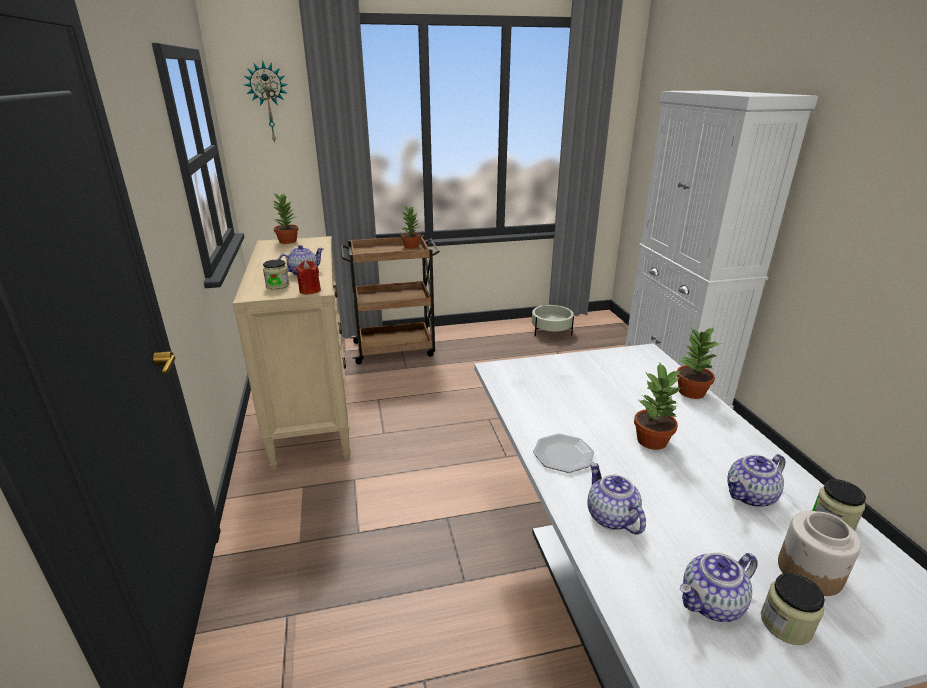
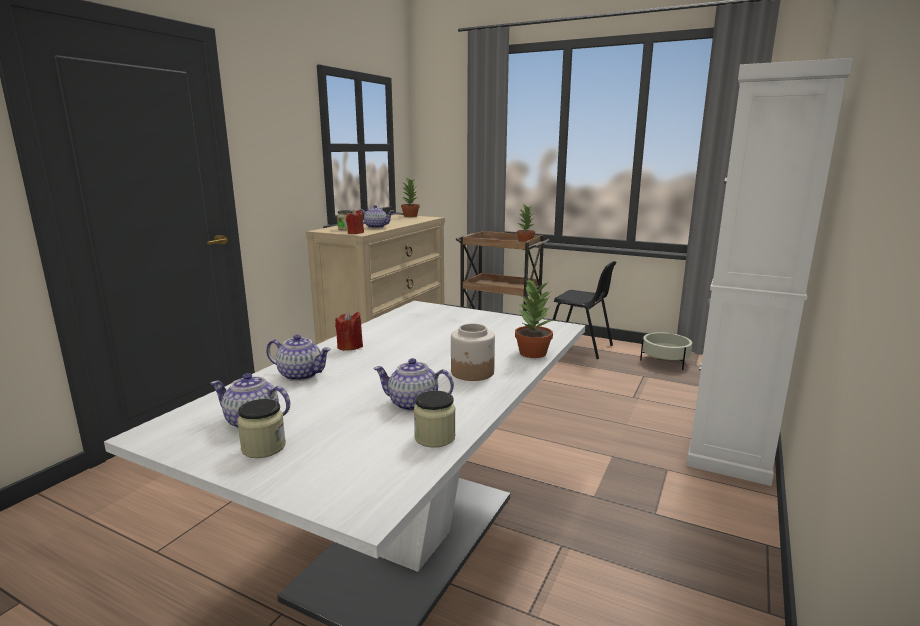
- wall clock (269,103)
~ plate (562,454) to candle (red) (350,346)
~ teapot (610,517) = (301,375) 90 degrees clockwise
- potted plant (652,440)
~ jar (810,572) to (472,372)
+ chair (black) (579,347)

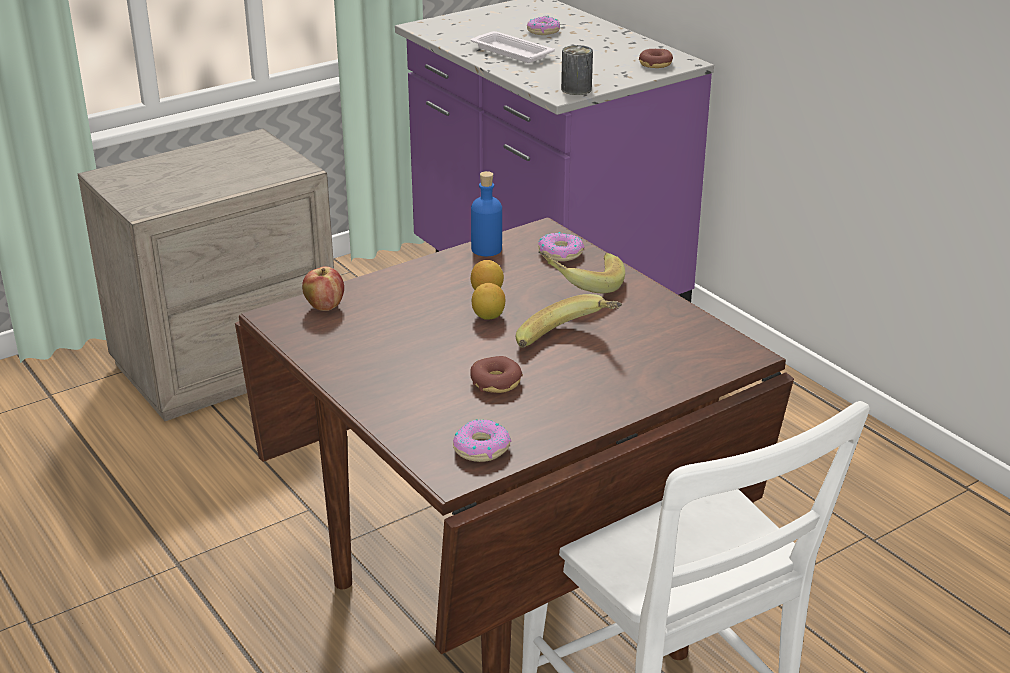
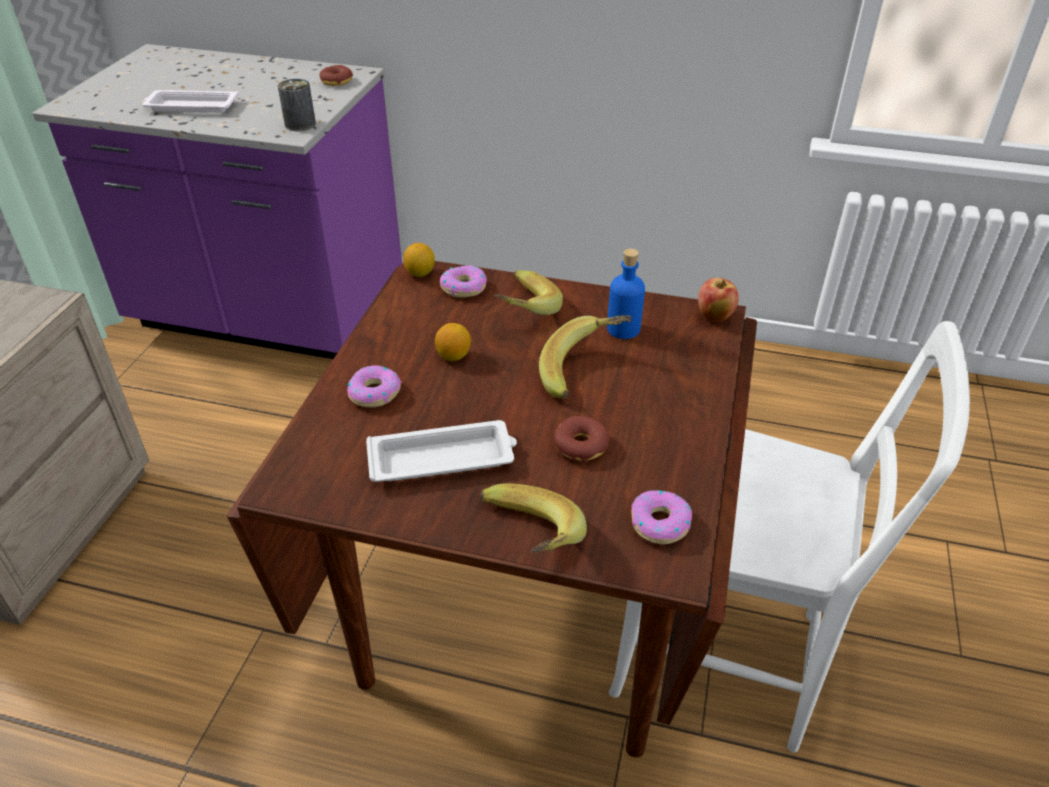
~ apple (324,306) to (714,316)
~ bottle (blue) (486,249) to (623,329)
~ lemon (488,316) to (420,273)
~ donut (543,31) to (374,393)
+ tray (white) (444,459)
+ banana (526,542)

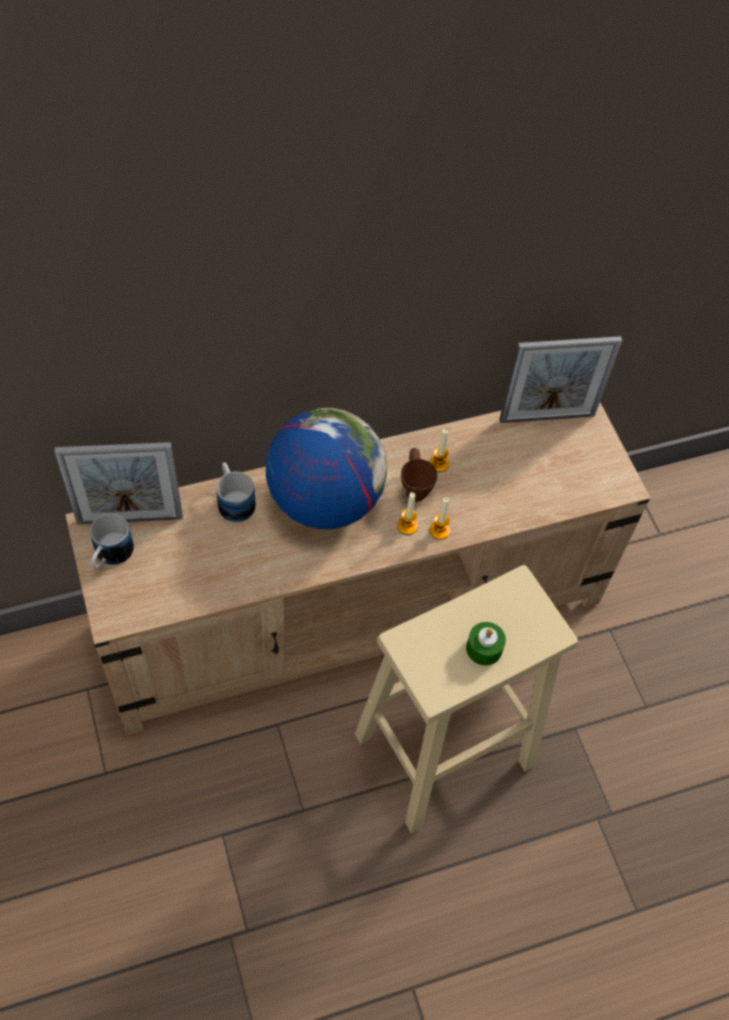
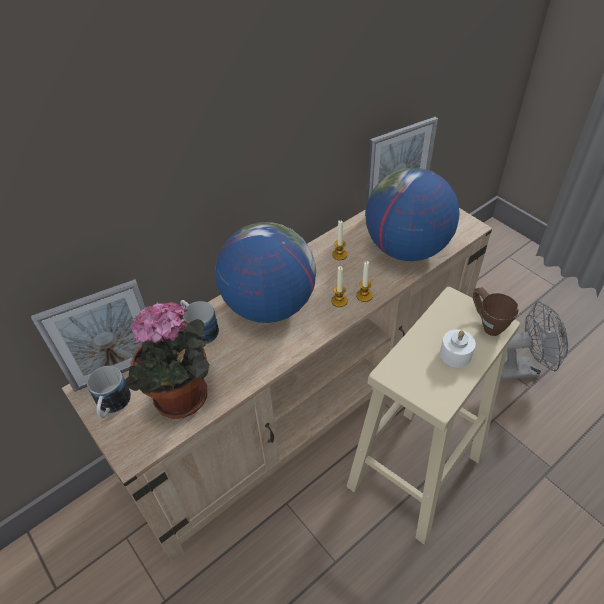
~ mug (brown) (414,486) to (486,323)
~ candle (green) (484,648) to candle (white) (455,354)
+ potted plant (182,401)
+ globe (406,249)
+ fan (grey) (523,368)

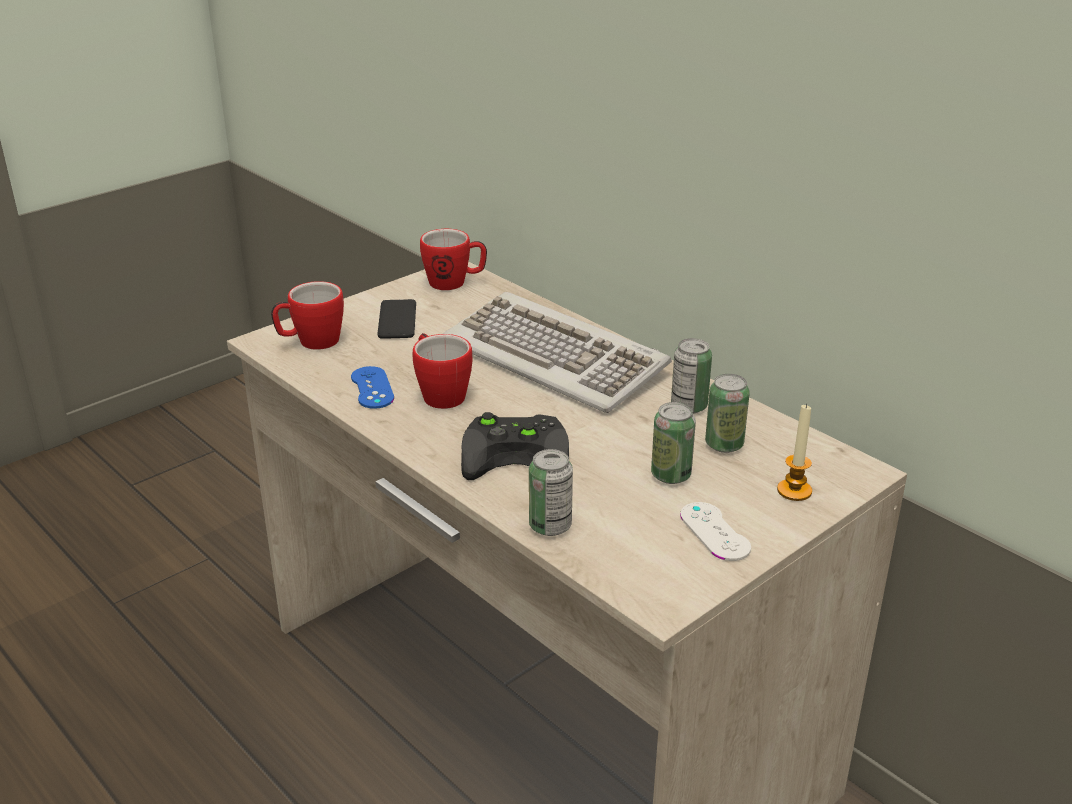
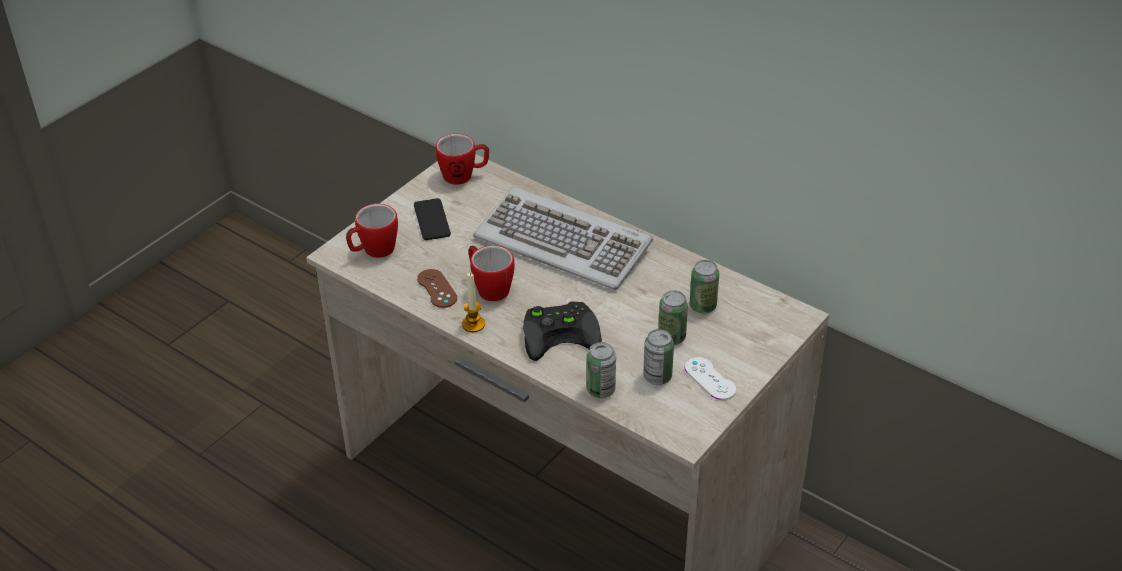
~ game controller (blue) (372,388) to game controller (brown) (437,288)
~ can (689,406) to (657,376)
~ candle (794,491) to (473,324)

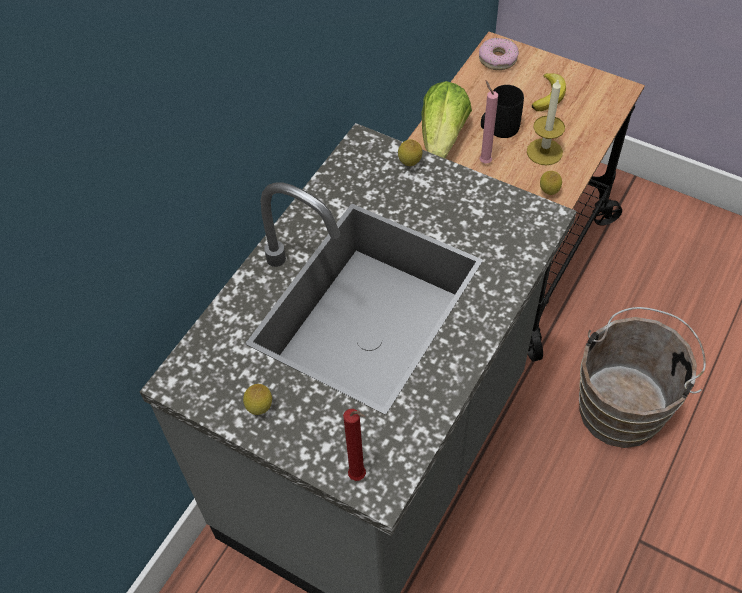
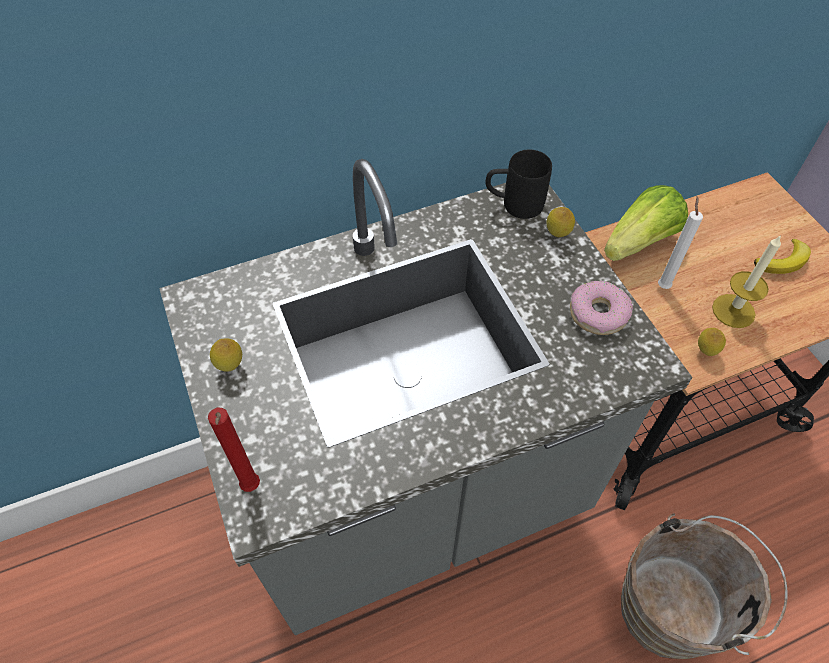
~ donut (497,59) to (598,313)
~ candle (pink) (484,161) to candle (white) (663,285)
~ mug (black) (497,130) to (513,204)

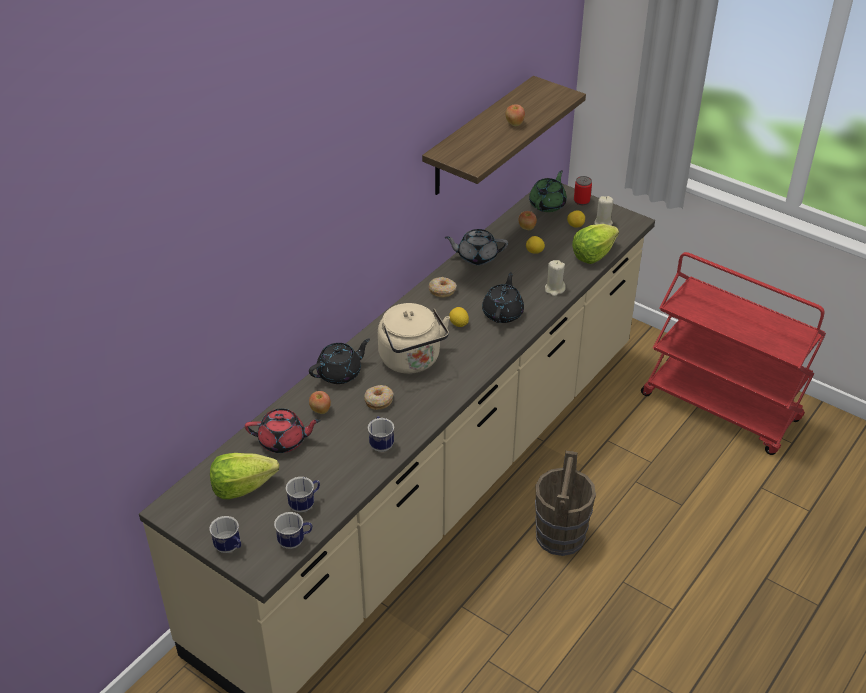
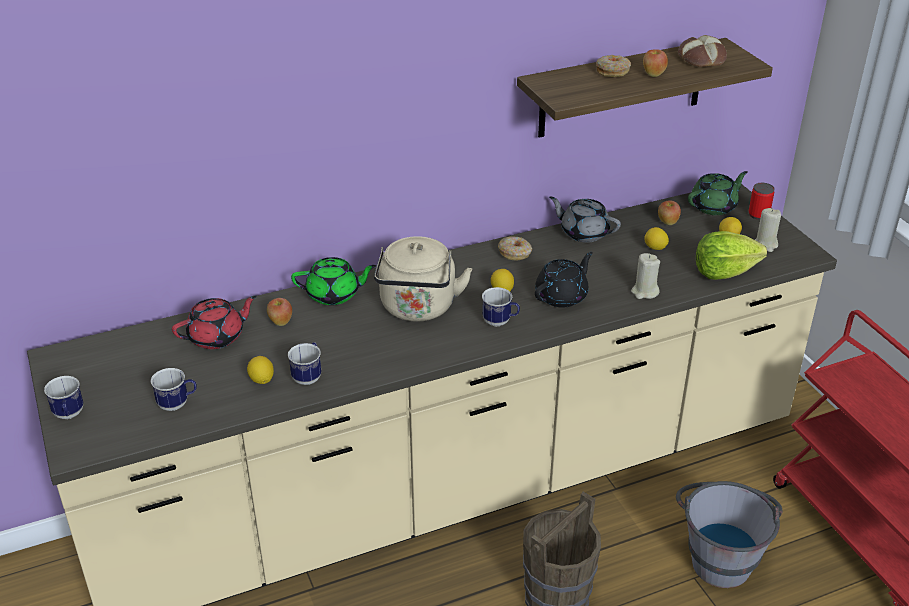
- lettuce (242,487)
~ teapot (red) (283,441) = (217,337) 60 degrees counterclockwise
~ mug (295,541) to (500,322)
~ teapot (black) (340,373) to teapot (green) (334,294)
~ donut (378,400) to (612,71)
+ lemon (261,380)
+ bucket (grey) (719,554)
+ bread (700,59)

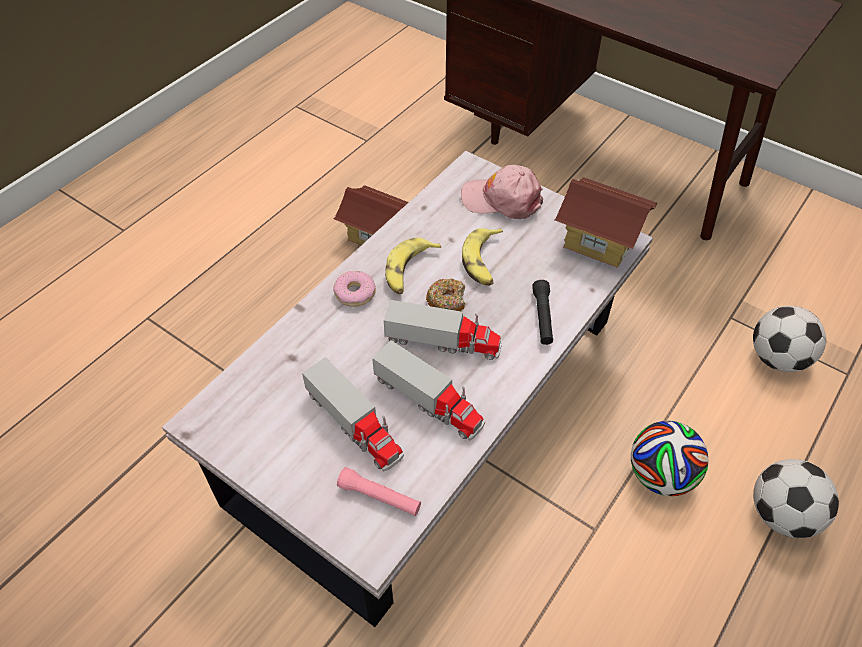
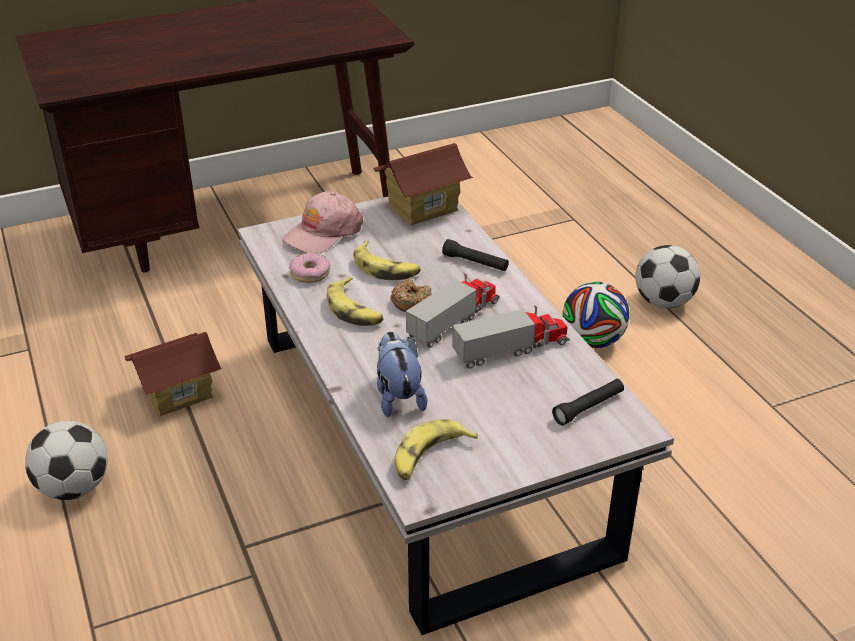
- toy truck (355,424)
~ donut (355,293) to (310,273)
~ flashlight (pink) (379,497) to flashlight (black) (588,408)
~ football (776,358) to (74,488)
+ plush toy (398,396)
+ banana (429,457)

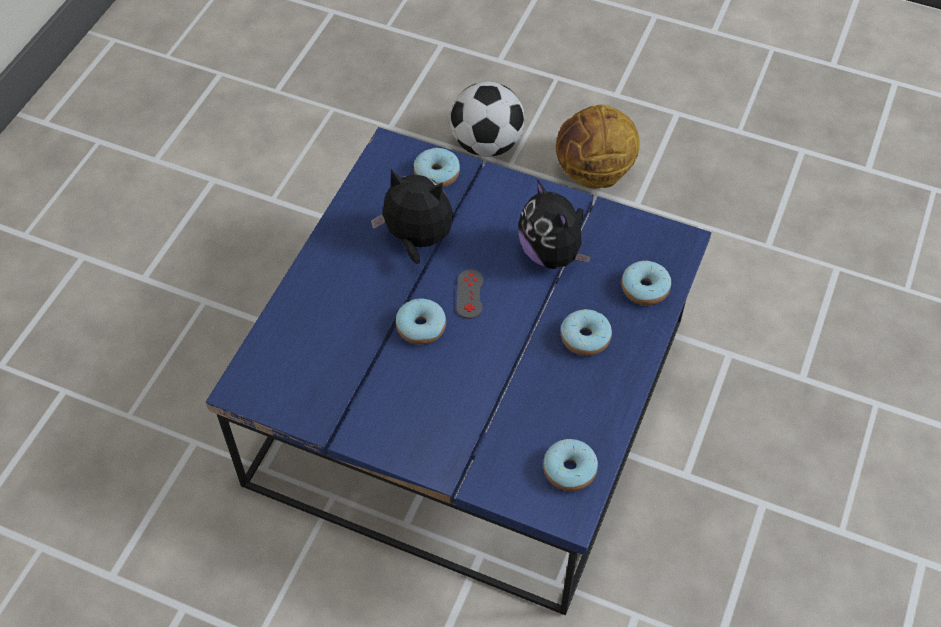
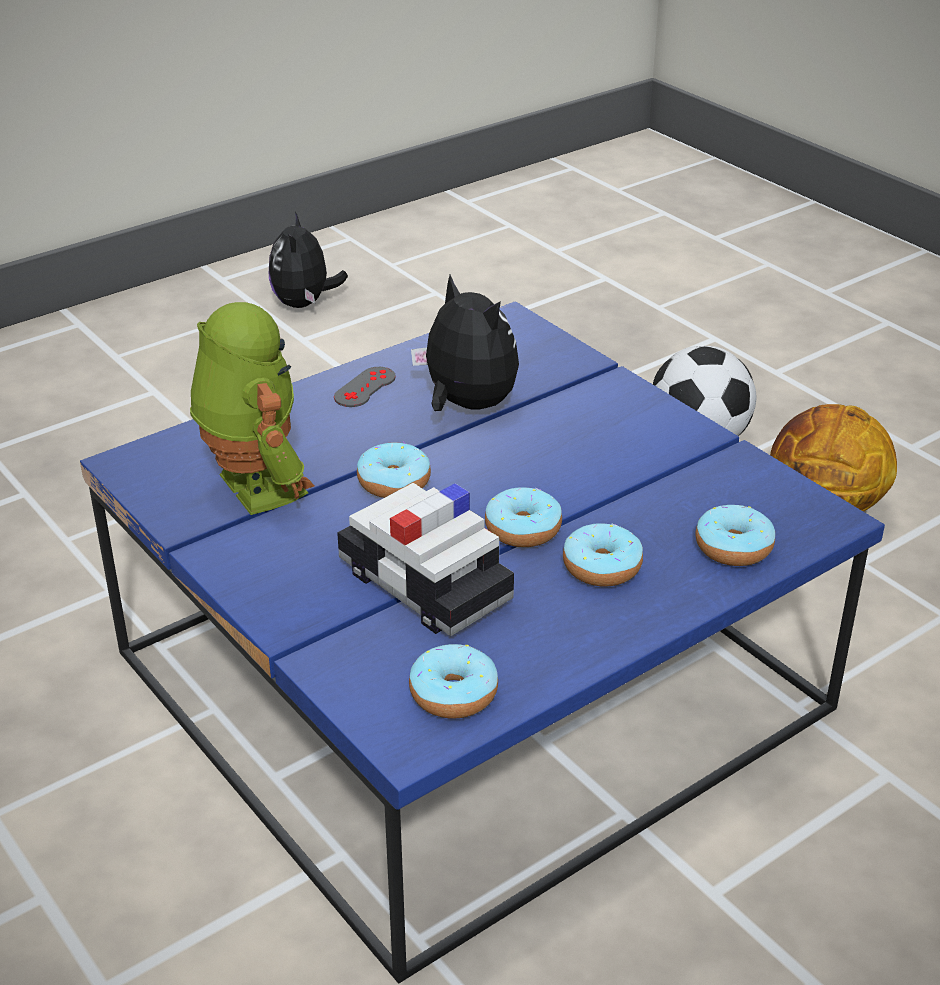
~ donut (437,174) to (523,529)
~ game controller (grey) (470,294) to (365,387)
~ plush toy (552,253) to (304,304)
+ toy robot (253,487)
+ toy car (424,584)

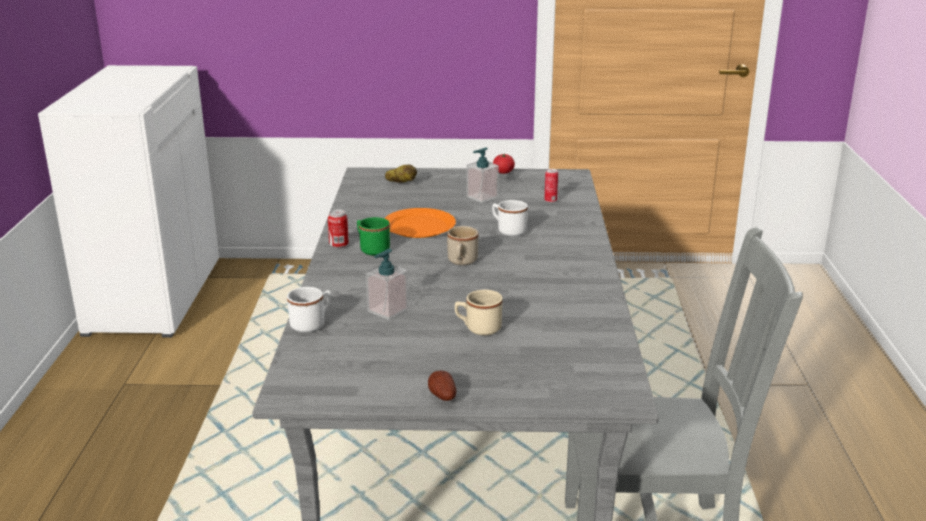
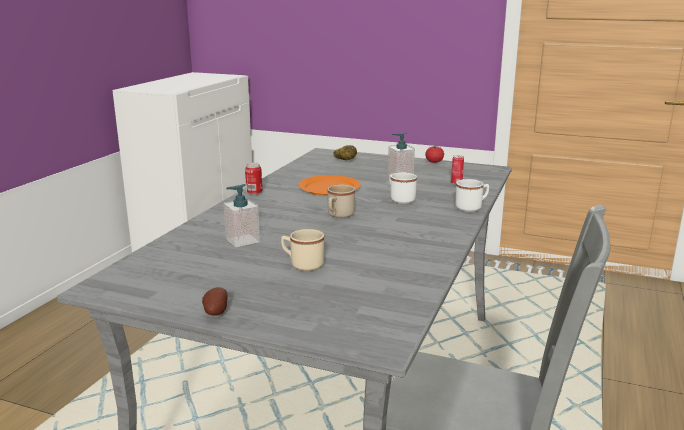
~ mug (white) (312,324) to (472,207)
- mug (green) (372,249)

